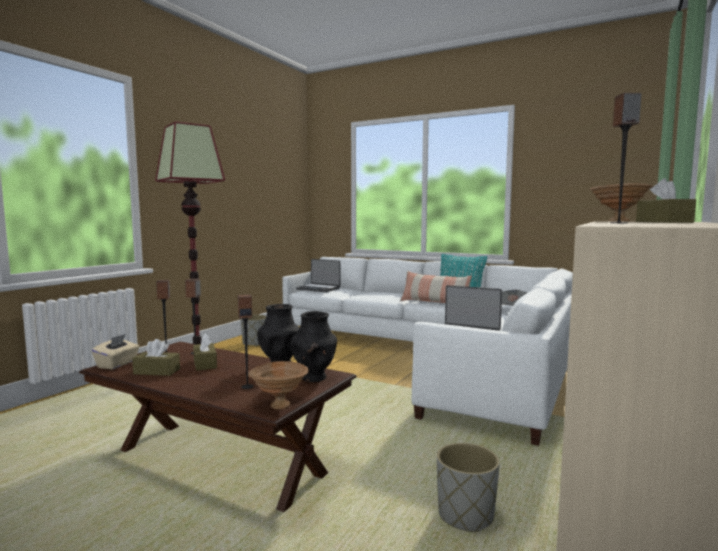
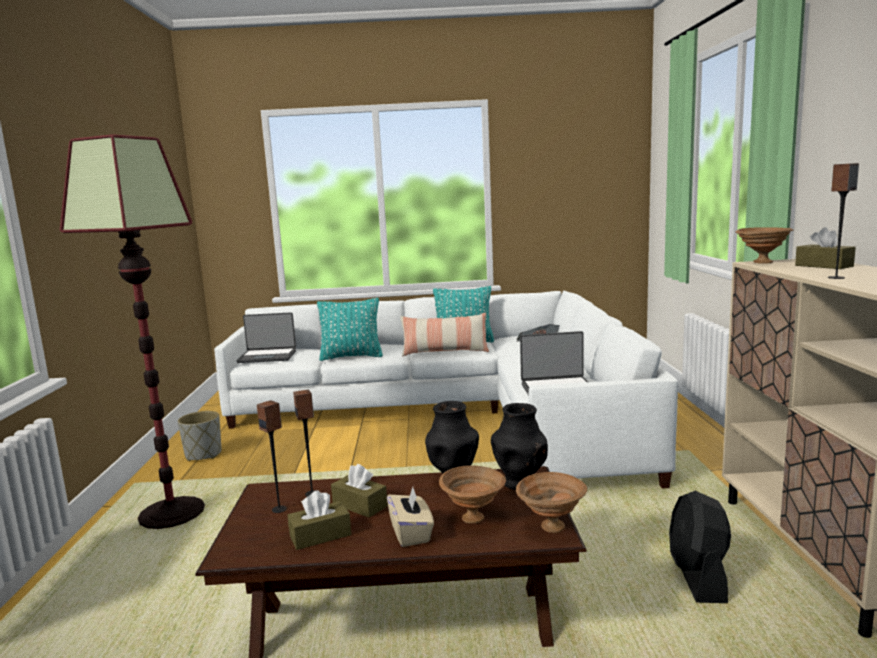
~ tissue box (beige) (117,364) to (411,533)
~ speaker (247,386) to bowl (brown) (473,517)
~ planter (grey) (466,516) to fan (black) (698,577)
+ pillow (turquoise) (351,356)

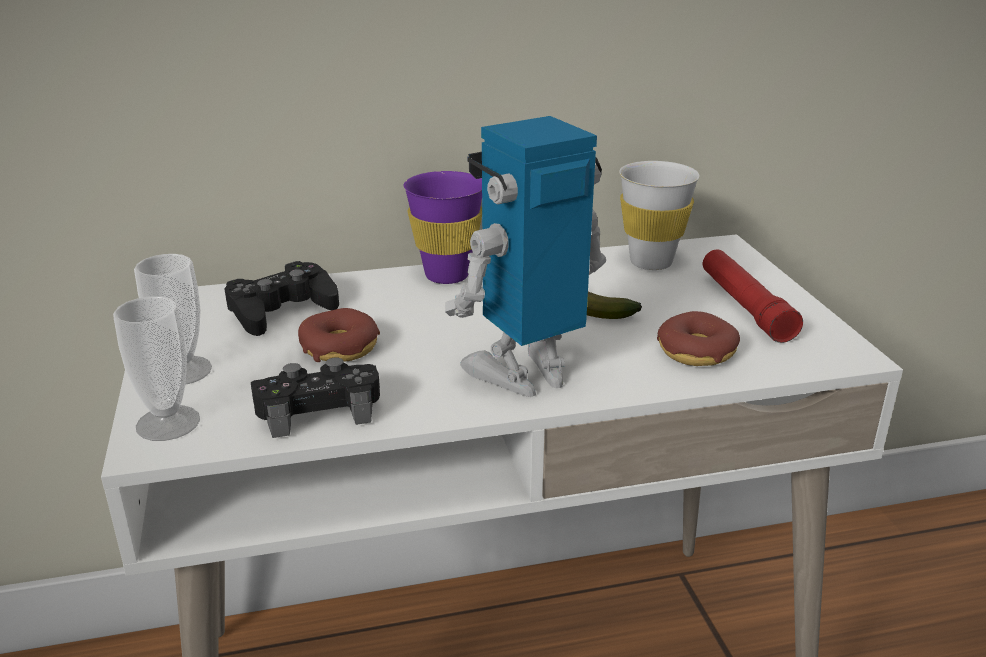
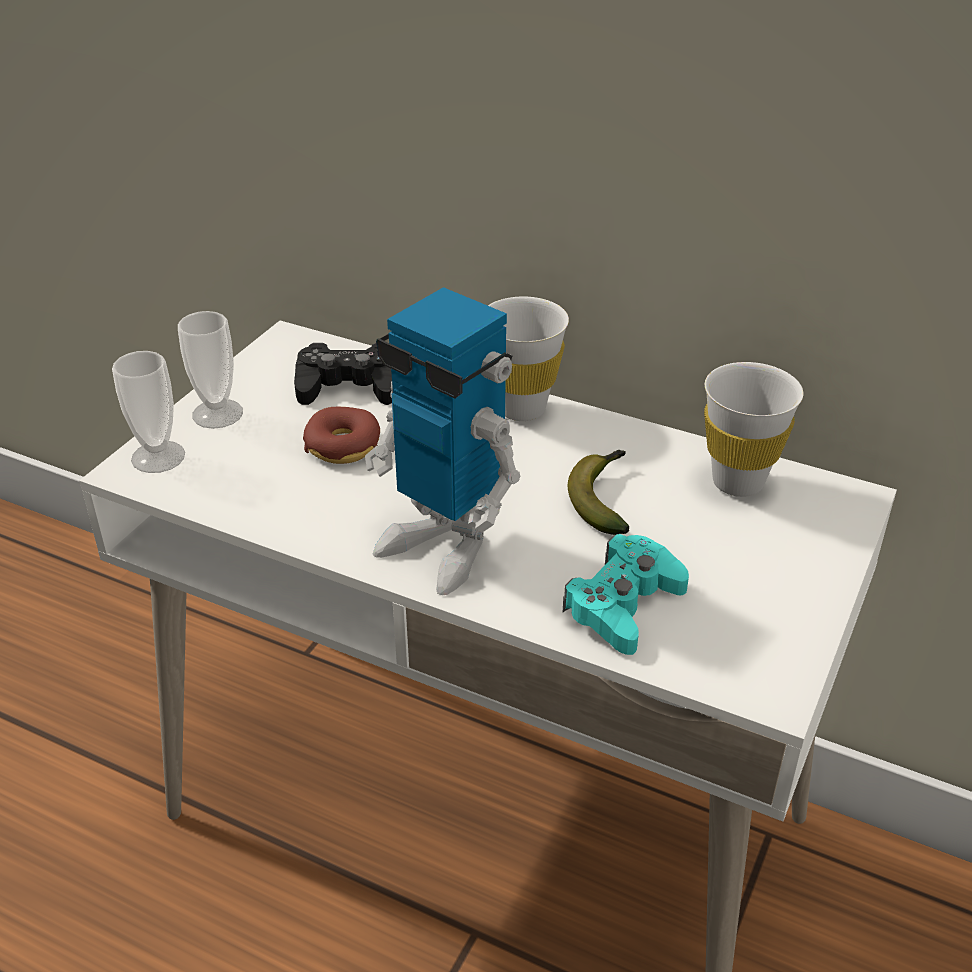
- game controller (black) (318,408)
~ cup (purple) (447,275) to cup (white) (522,409)
~ toy robot (525,374) = (443,546) 150 degrees counterclockwise
~ donut (697,351) to game controller (turquoise) (623,604)
- flashlight (red) (745,306)

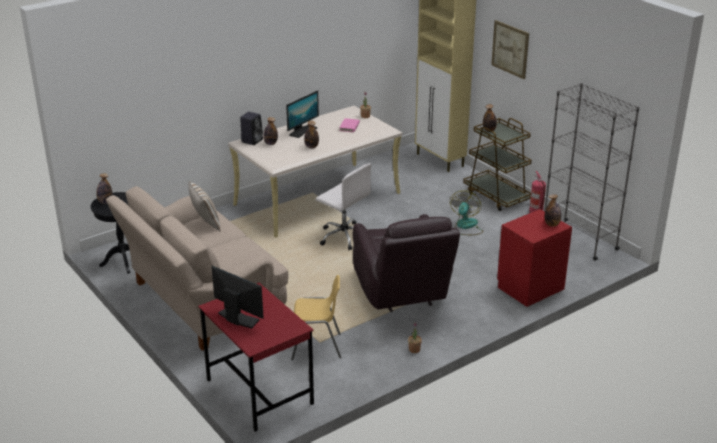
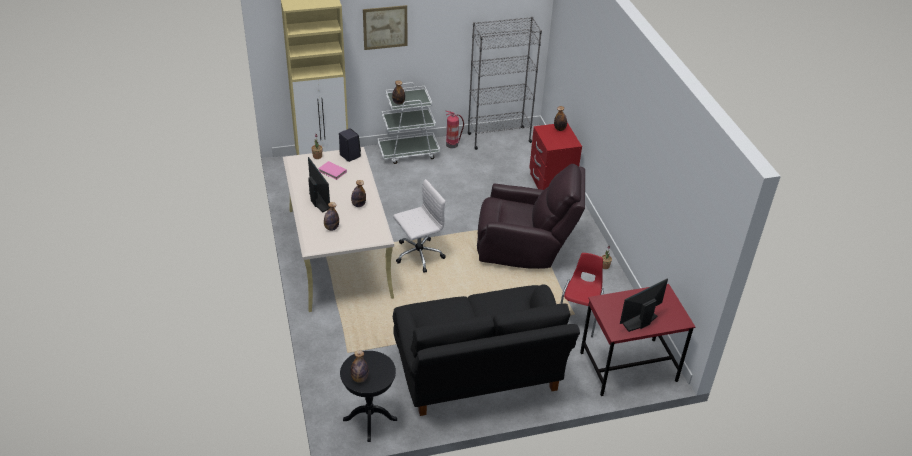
~ sofa (beige) (202,302) to sofa (black) (478,374)
- pillow (205,223)
~ speaker (black) (252,140) to (349,155)
~ chair (yellow) (317,346) to chair (red) (579,317)
- fan (466,226)
~ cart (brown) (496,196) to cart (white) (409,152)

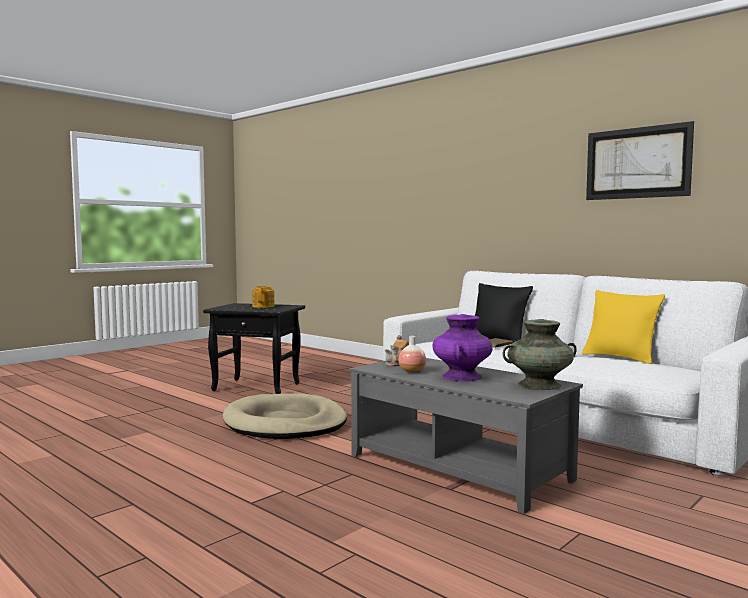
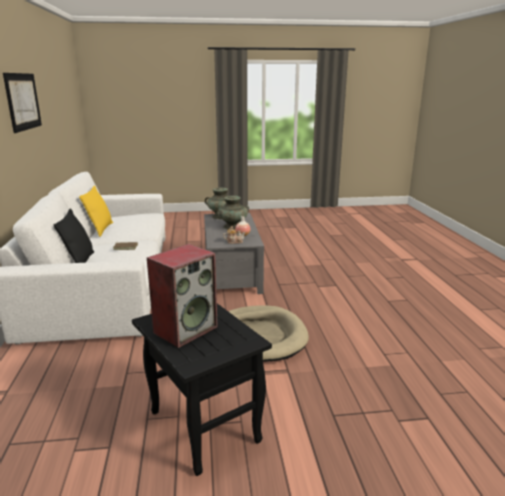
~ teapot (263,306) to speaker (185,329)
~ vase (purple) (461,377) to vase (turquoise) (233,227)

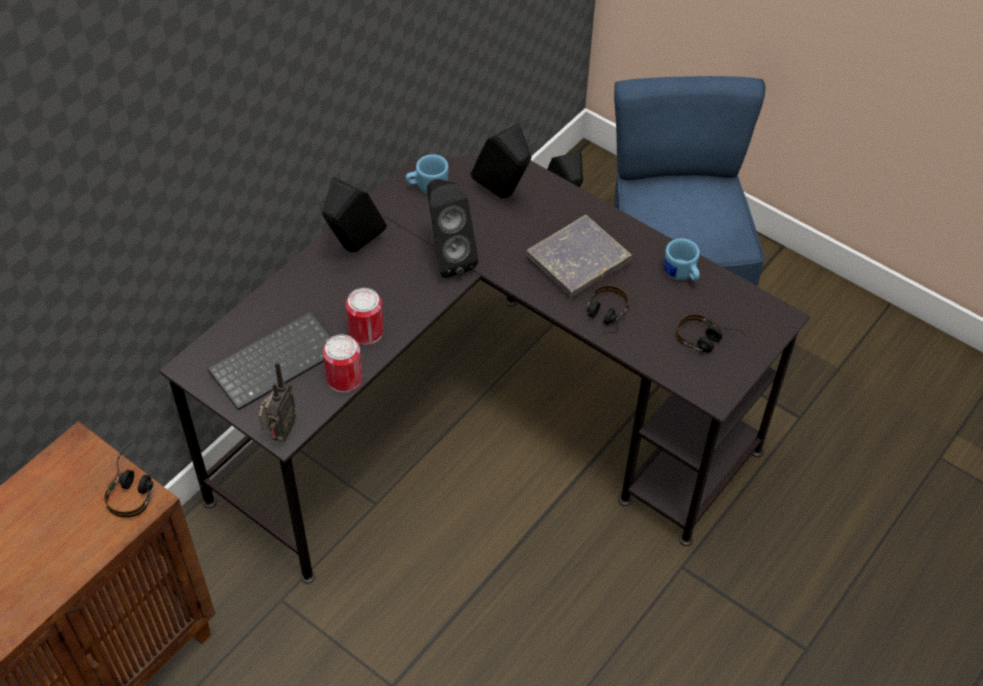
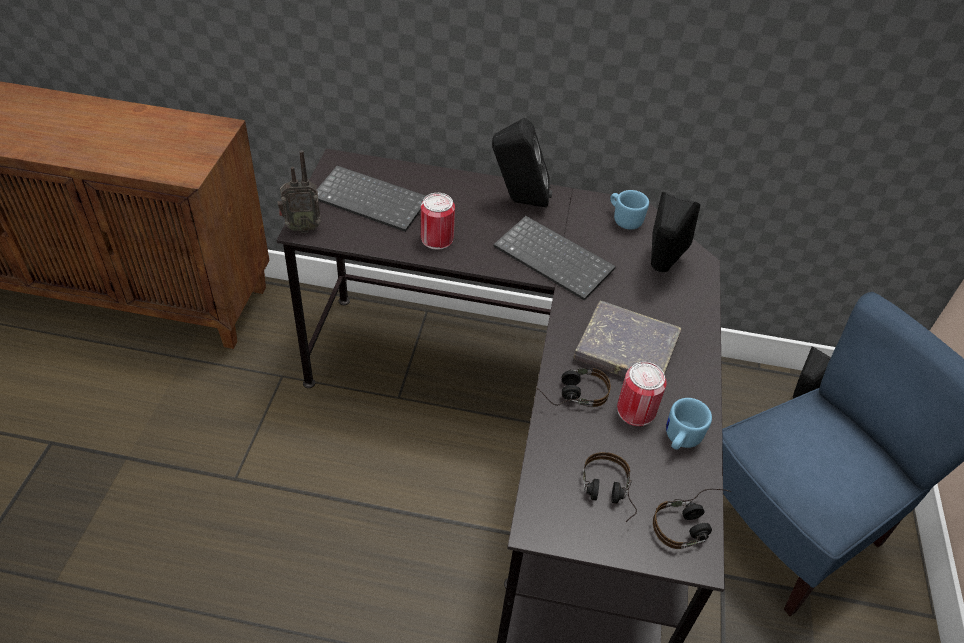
~ headphones (134,487) to (691,523)
~ can (344,378) to (636,411)
~ speaker (black) (447,258) to keyboard (555,259)

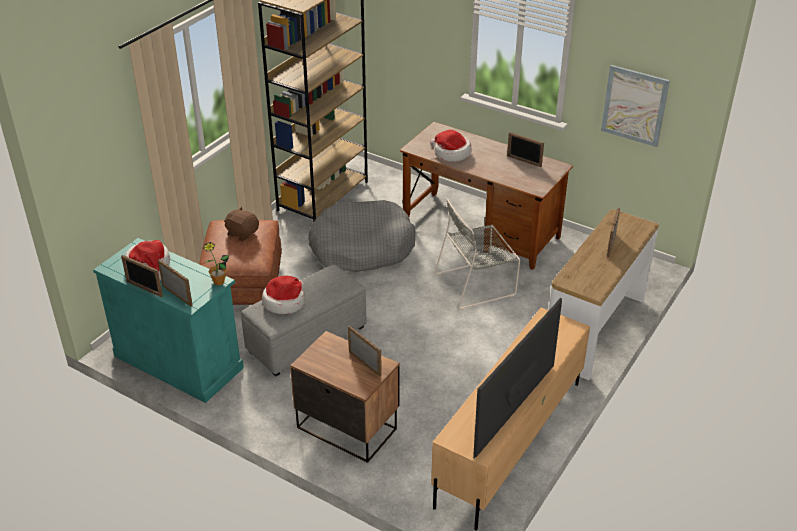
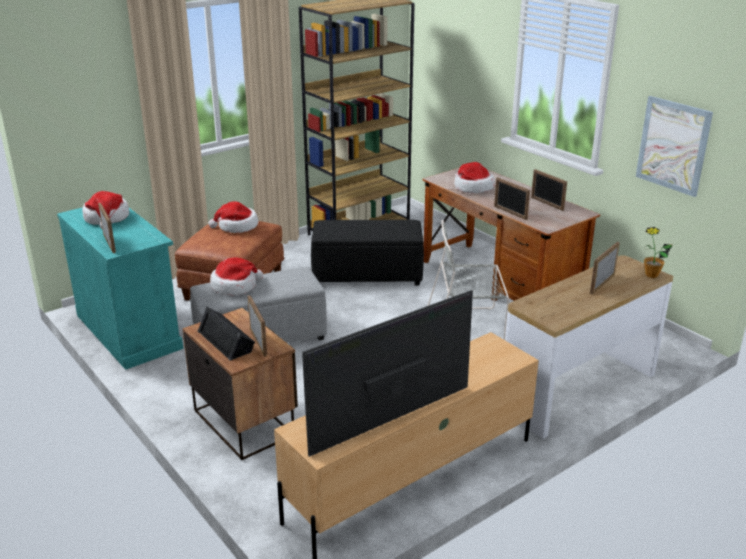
~ picture frame (144,289) to (510,212)
~ potted plant (219,282) to (651,275)
~ plush toy (brown) (242,233) to hat (237,226)
~ dog bed (grey) (362,247) to ottoman (black) (368,275)
+ speaker (black) (227,340)

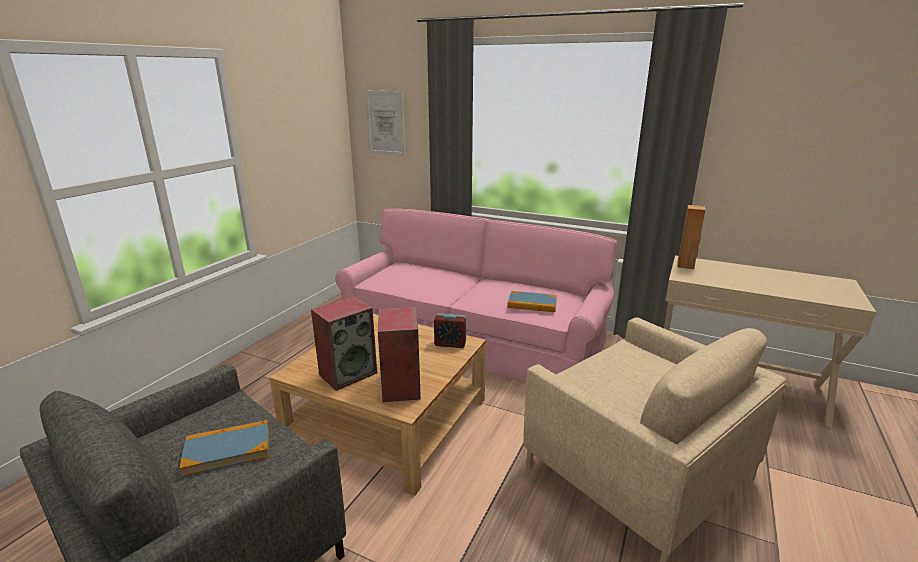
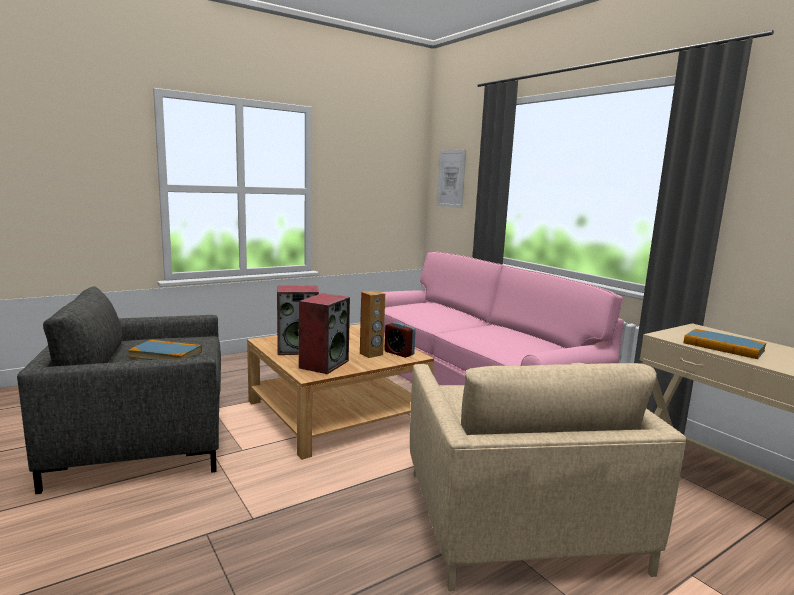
~ book (532,304) to (723,347)
~ speaker (brown) (686,265) to (371,354)

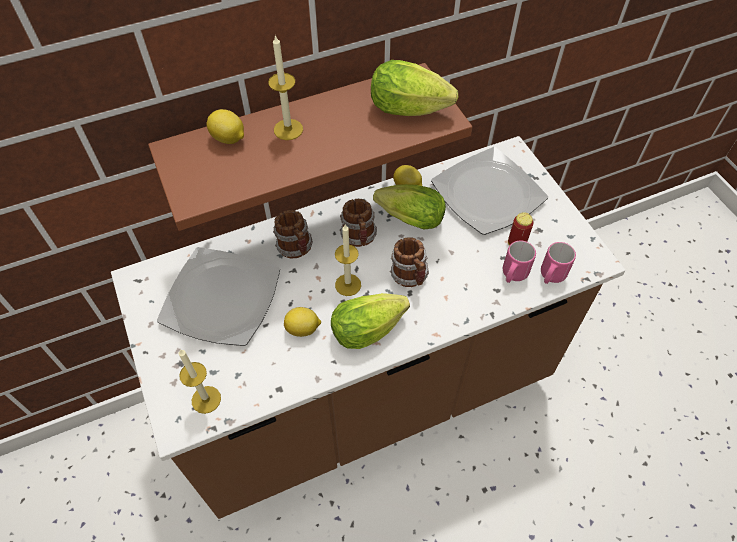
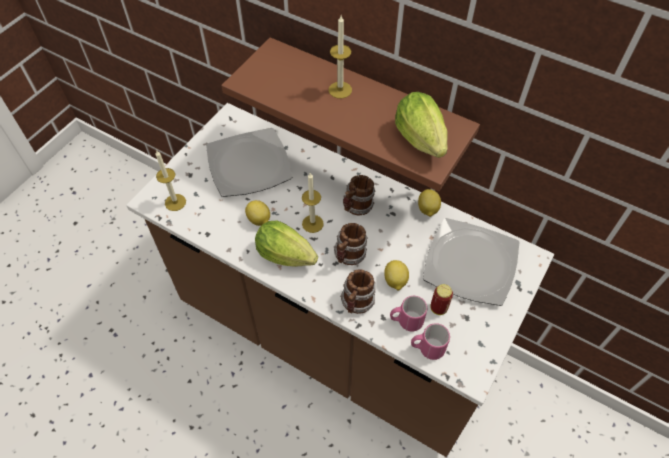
~ lemon (229,139) to (395,281)
~ mug (296,248) to (357,303)
- lettuce (407,218)

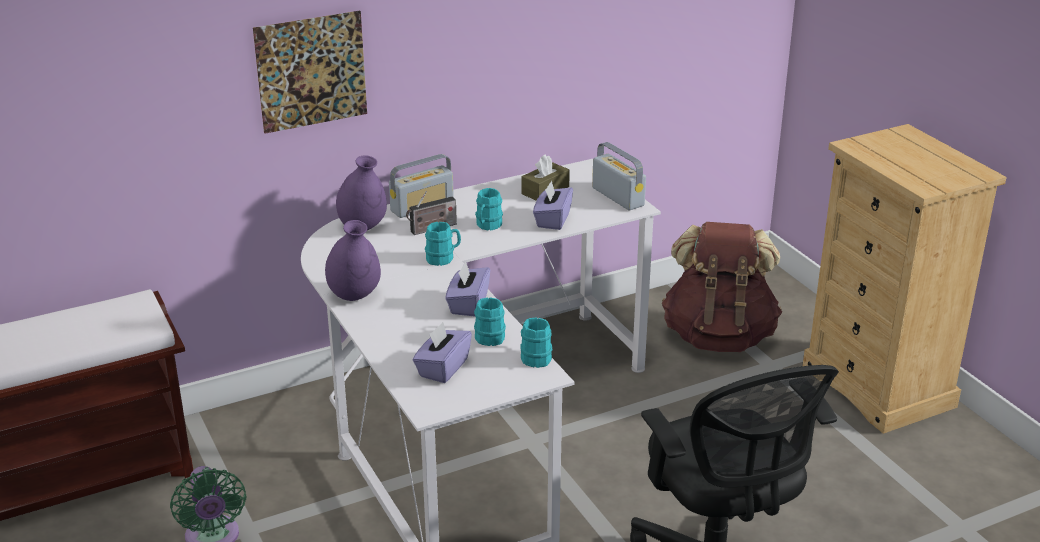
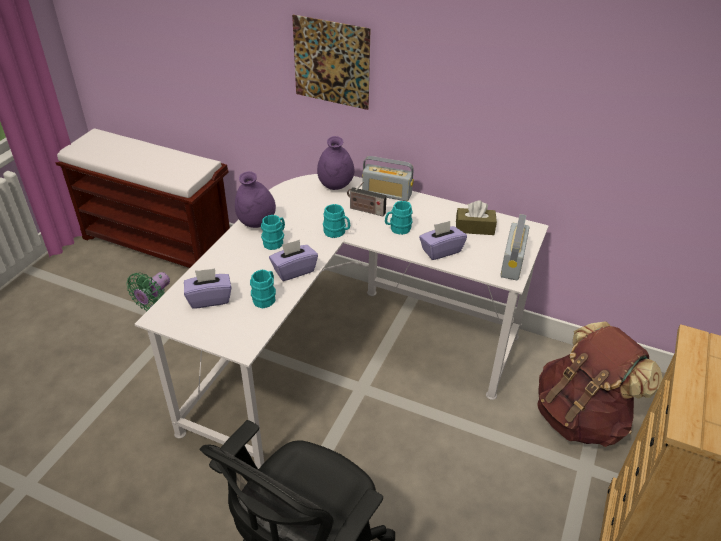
~ mug (turquoise) (535,356) to (275,241)

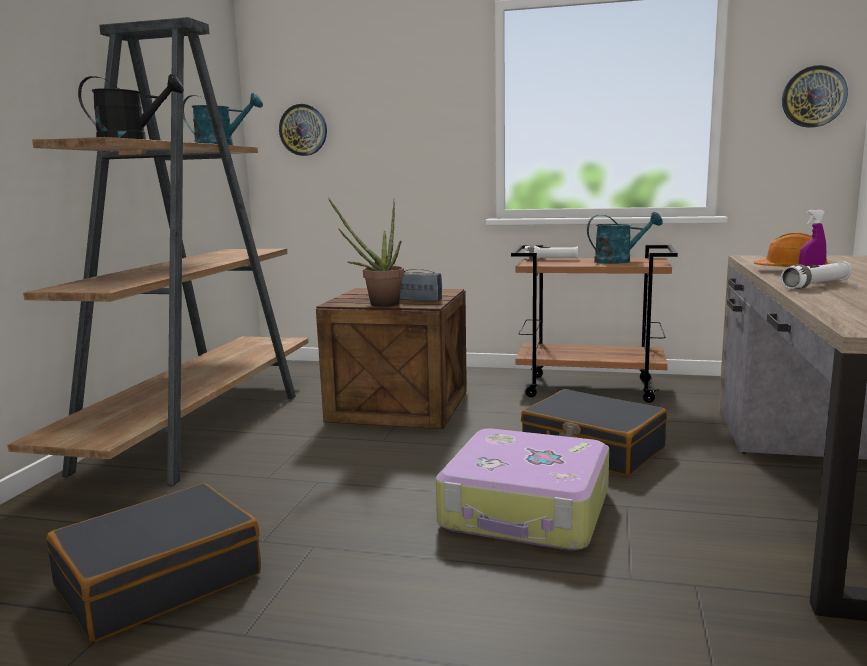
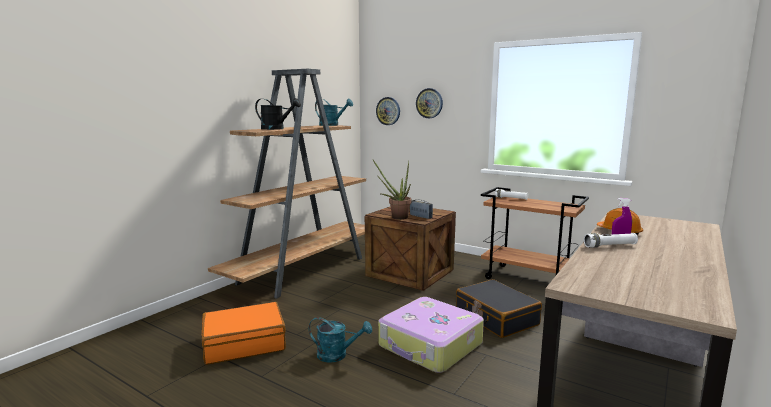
~ suitcase (black) (158,580) to suitcase (orange) (244,343)
~ watering can (turquoise) (619,261) to (337,355)
~ wall clock (813,97) to (429,103)

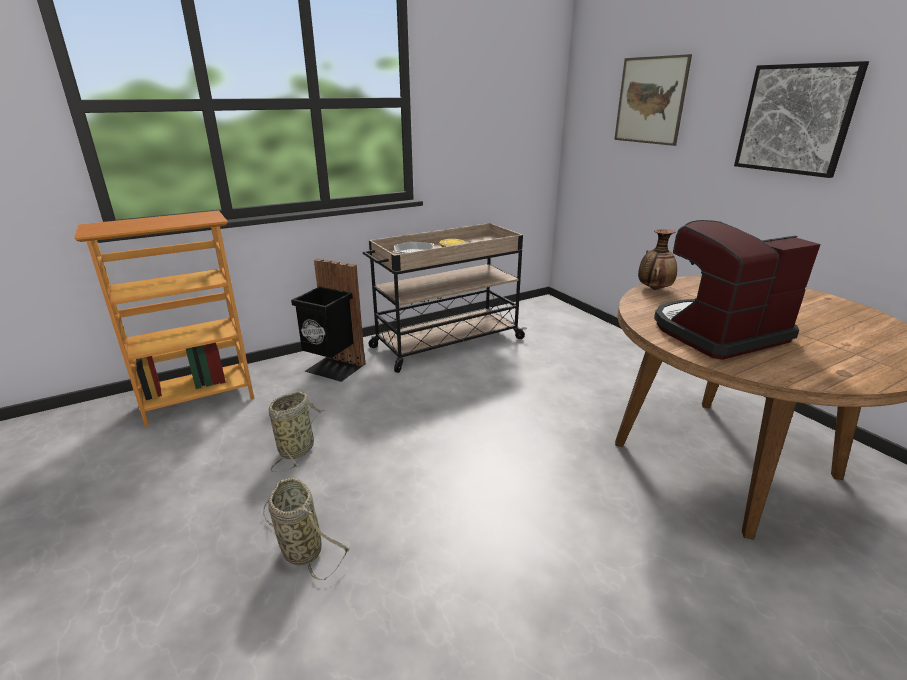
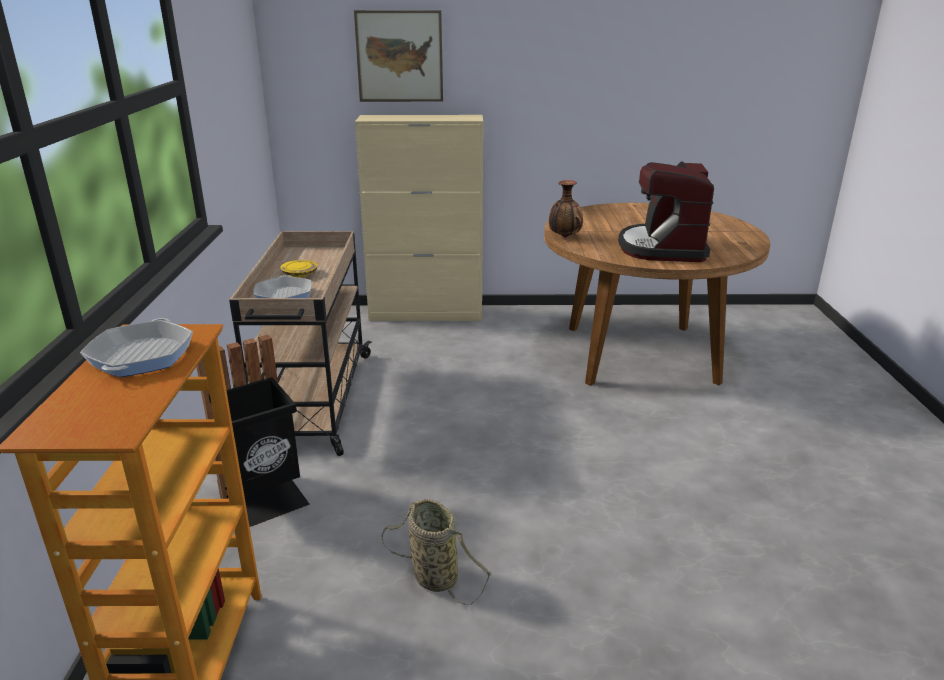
- basket (300,548)
- picture (795,119)
+ frying pan (141,356)
+ cabinet (beige) (426,313)

